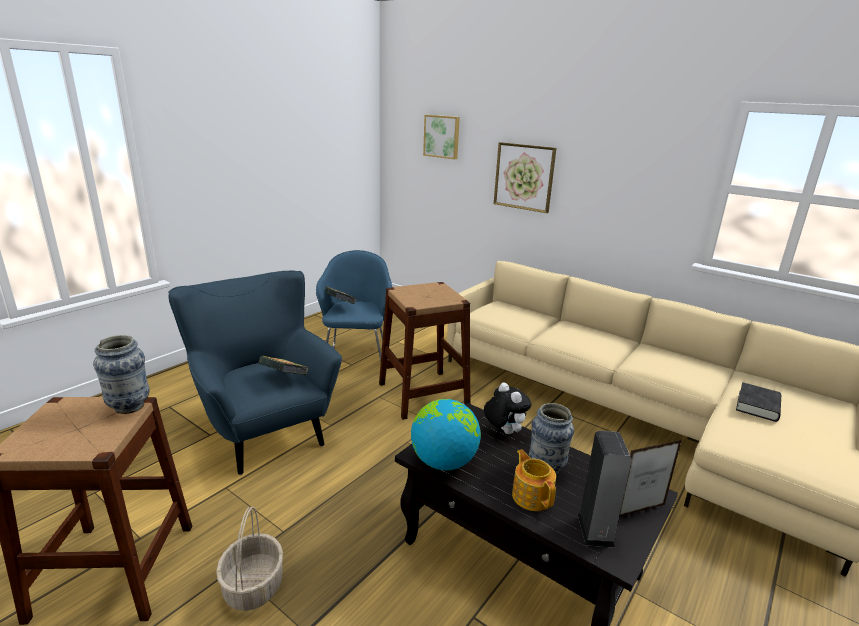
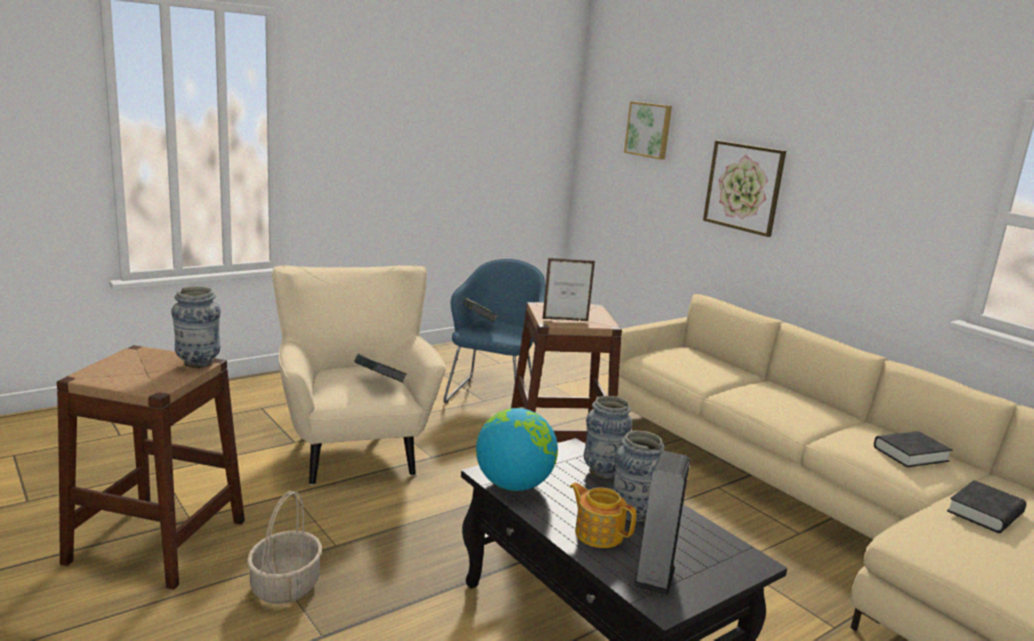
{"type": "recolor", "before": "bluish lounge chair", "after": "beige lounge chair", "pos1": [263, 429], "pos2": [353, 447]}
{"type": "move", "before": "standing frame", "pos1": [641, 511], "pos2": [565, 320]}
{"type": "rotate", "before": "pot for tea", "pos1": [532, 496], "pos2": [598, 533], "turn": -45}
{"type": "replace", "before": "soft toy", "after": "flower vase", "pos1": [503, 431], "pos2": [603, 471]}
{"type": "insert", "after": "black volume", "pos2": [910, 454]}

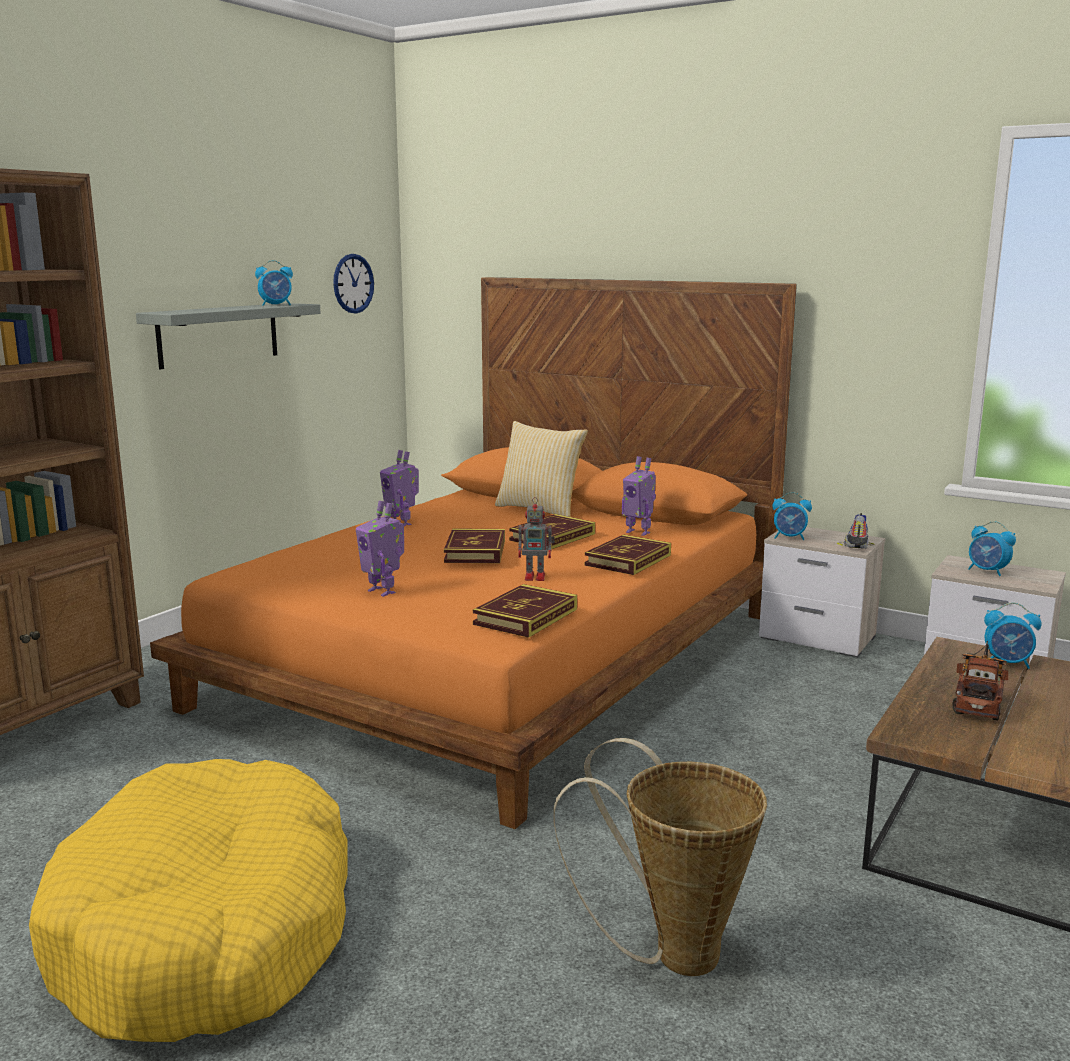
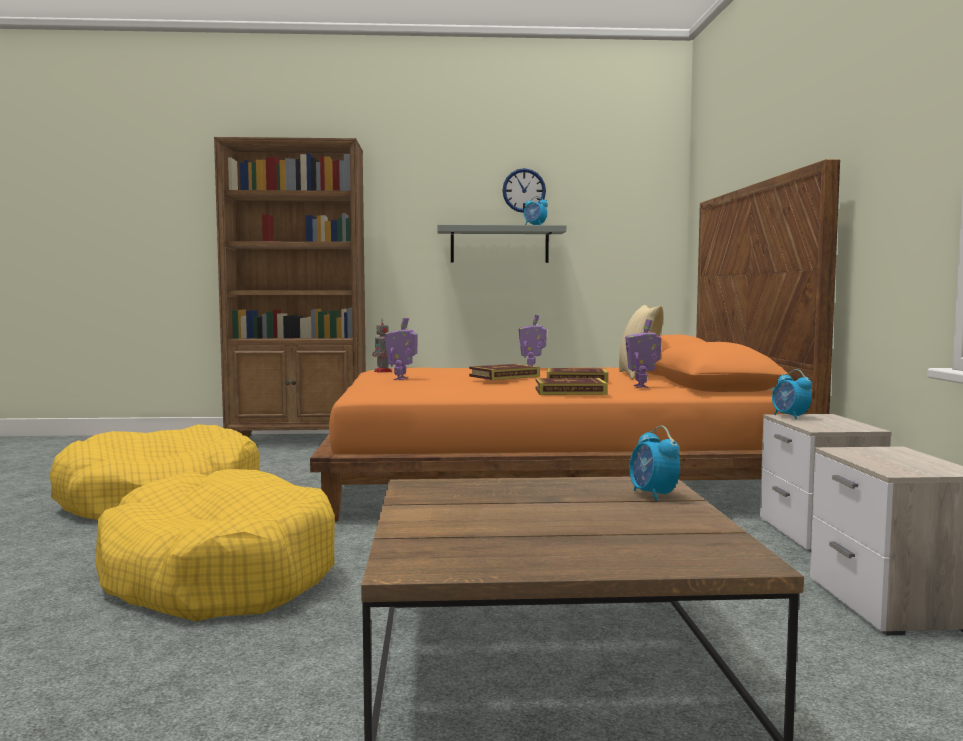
{"type": "replace", "before": "household basket", "after": "yellow dog bed", "pos1": [672, 952], "pos2": [218, 575]}
{"type": "move", "before": "toy robot", "pos1": [536, 577], "pos2": [383, 371]}
{"type": "move", "before": "clock on the wall", "pos1": [353, 283], "pos2": [524, 190]}
{"type": "delete", "before": "volume", "pos1": [526, 617]}
{"type": "delete", "before": "shoe", "pos1": [857, 543]}
{"type": "delete", "before": "toy truck", "pos1": [979, 701]}
{"type": "delete", "before": "table clock", "pos1": [987, 571]}

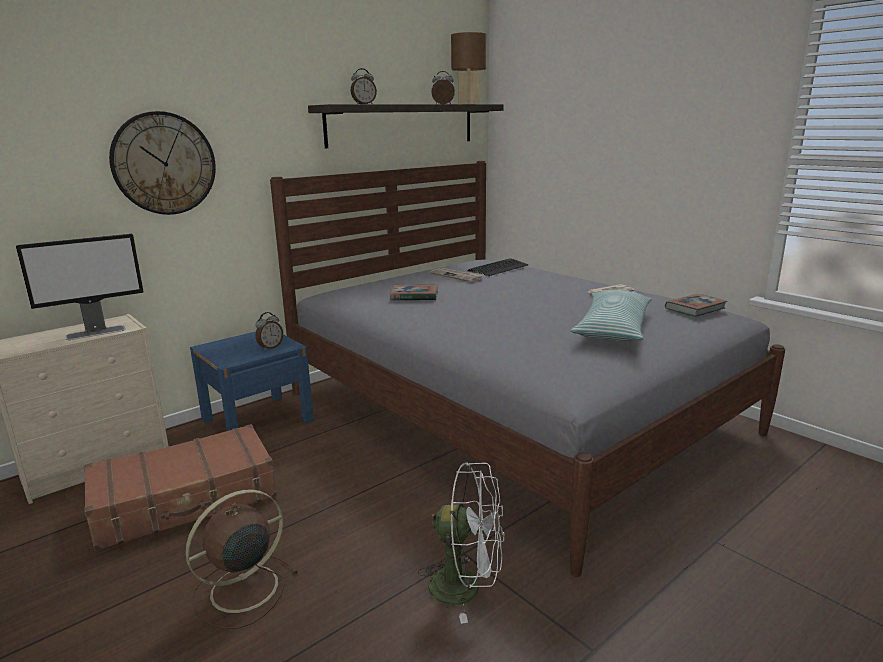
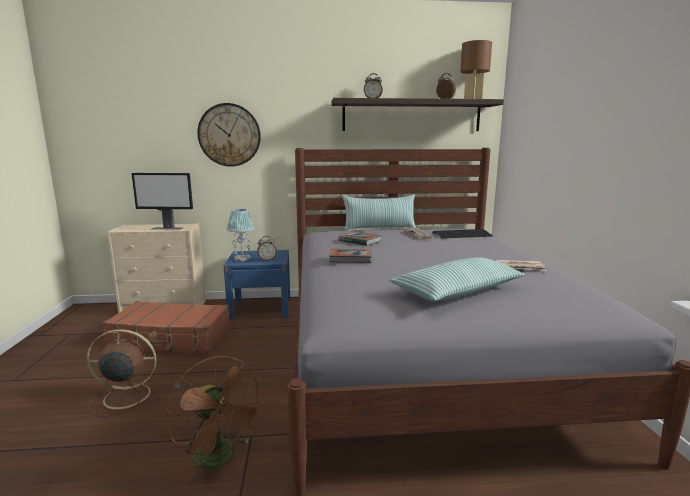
{"type": "recolor", "before": "whitish fan", "after": "brown fan", "pos1": [466, 587], "pos2": [221, 459]}
{"type": "insert", "after": "tabletop lamp", "pos2": [242, 259]}
{"type": "move", "before": "volume", "pos1": [695, 309], "pos2": [350, 259]}
{"type": "insert", "after": "cushion", "pos2": [379, 228]}

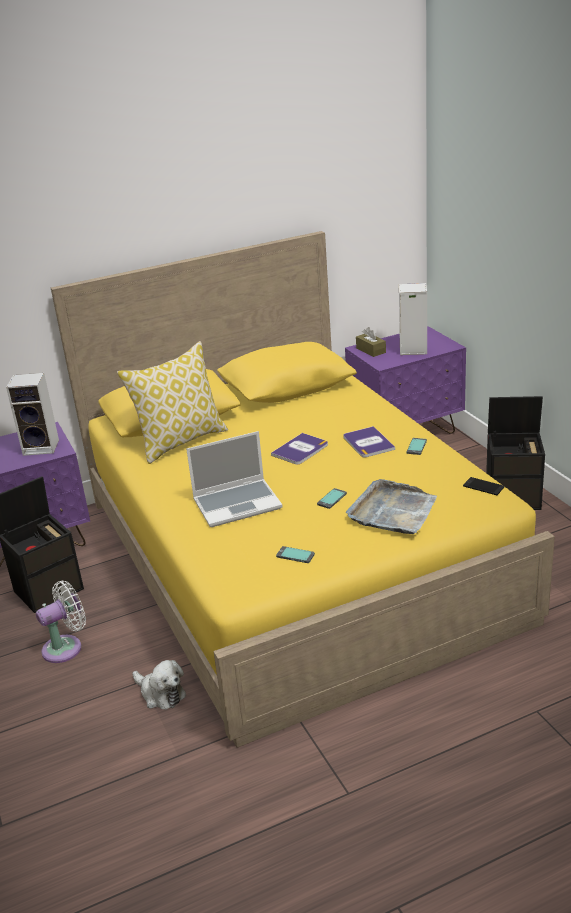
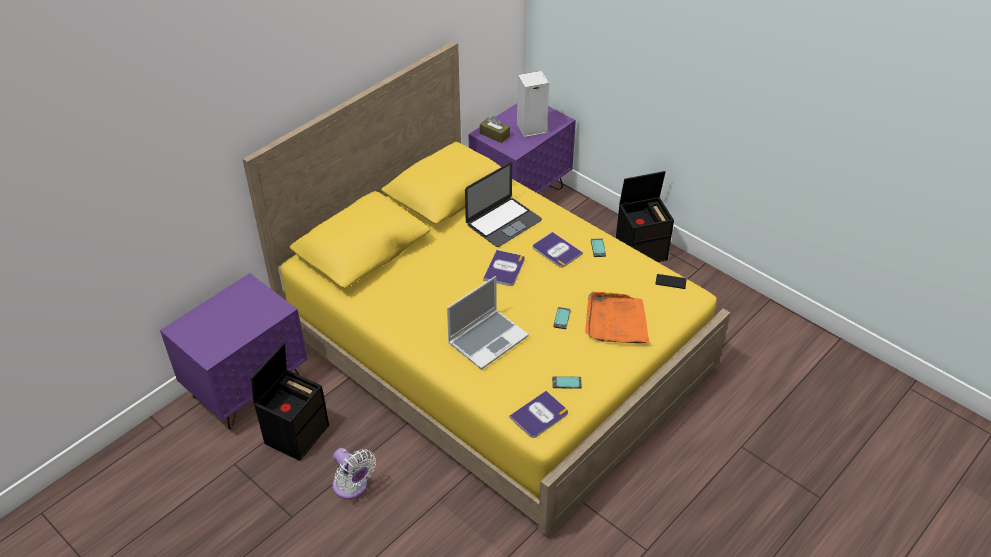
{"type": "rotate", "before": "whitish fan", "pos1": [66, 647], "pos2": [352, 487], "turn": 105}
{"type": "insert", "after": "portable computer", "pos2": [503, 222]}
{"type": "insert", "after": "volume", "pos2": [539, 415]}
{"type": "recolor", "before": "greyish tray", "after": "orangey tray", "pos1": [392, 511], "pos2": [616, 321]}
{"type": "delete", "before": "audio speaker", "pos1": [42, 447]}
{"type": "delete", "before": "cushion", "pos1": [181, 441]}
{"type": "delete", "before": "soft toy", "pos1": [160, 694]}

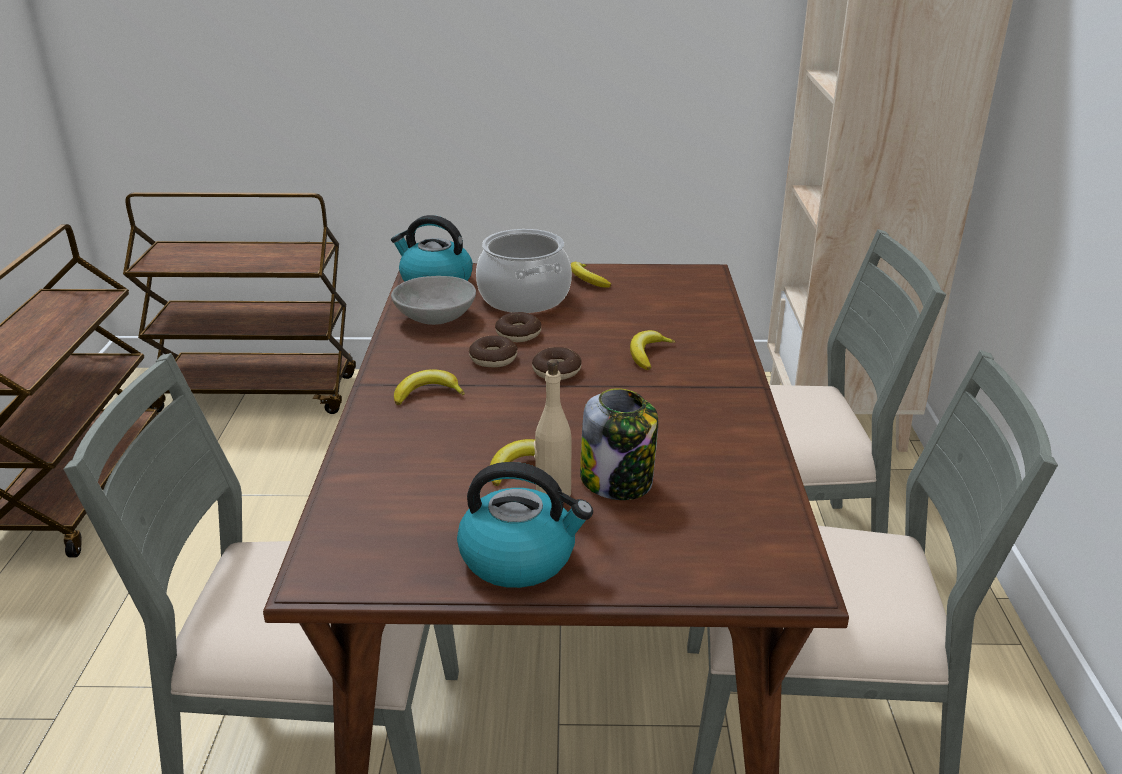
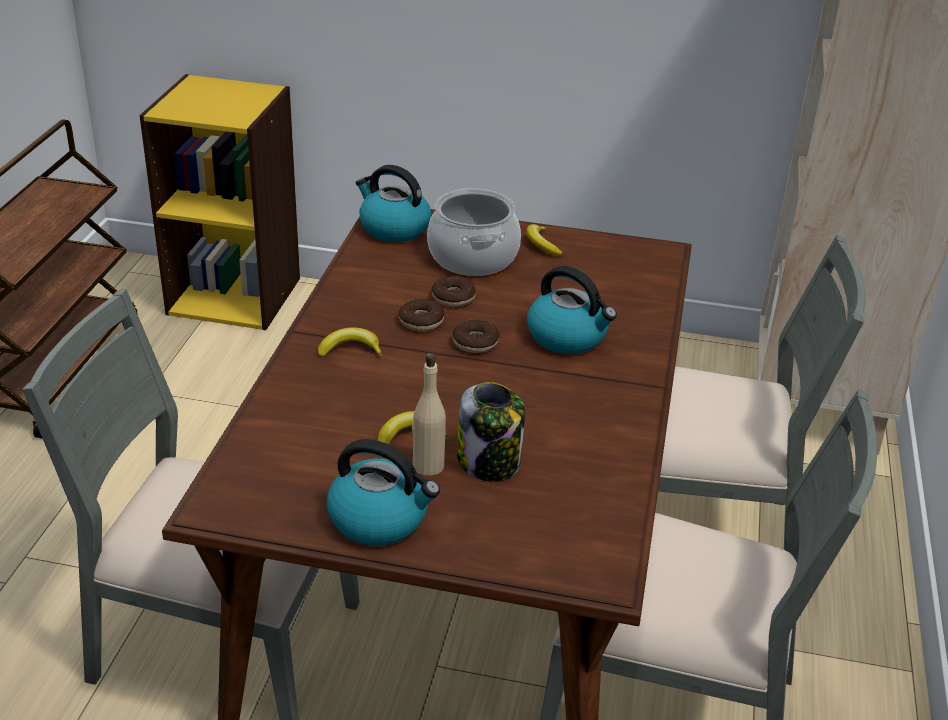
{"type": "replace", "before": "brown wheeled cart", "after": "yellow bookcase", "pos1": [259, 393], "pos2": [235, 295]}
{"type": "replace", "before": "banana fruit", "after": "tea kettle", "pos1": [648, 354], "pos2": [568, 337]}
{"type": "delete", "before": "greyish bowl", "pos1": [435, 318]}

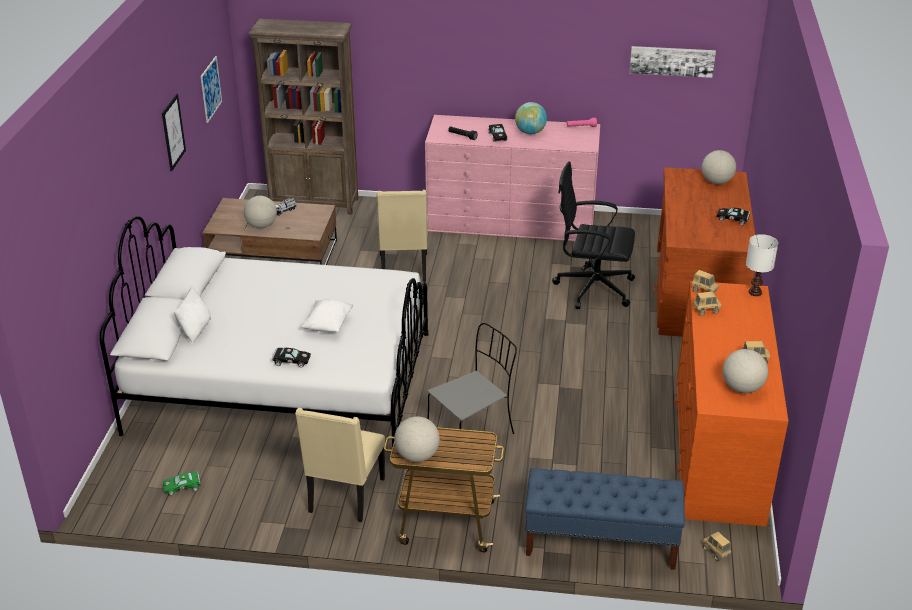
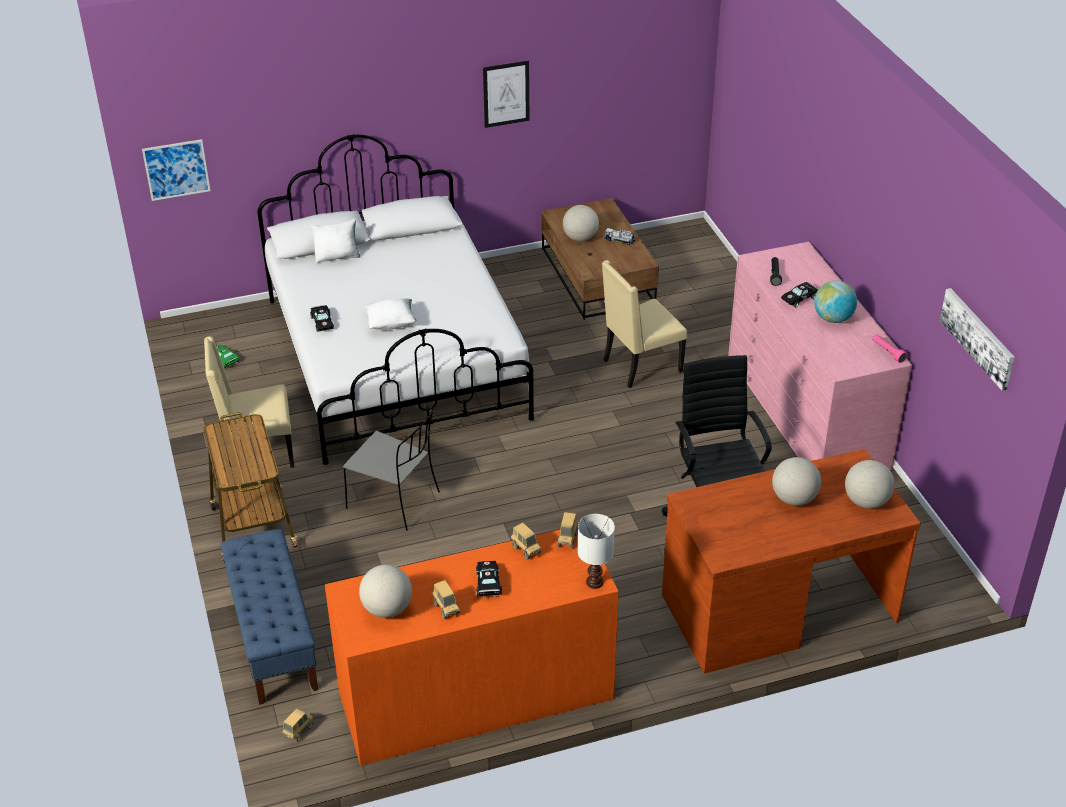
{"type": "move", "before": "wall picture", "pos1": [211, 89], "pos2": [176, 169]}
{"type": "move", "before": "black model car", "pos1": [734, 219], "pos2": [488, 584]}
{"type": "move", "before": "globe", "pos1": [417, 456], "pos2": [794, 499]}
{"type": "delete", "before": "brown bookcase", "pos1": [314, 203]}

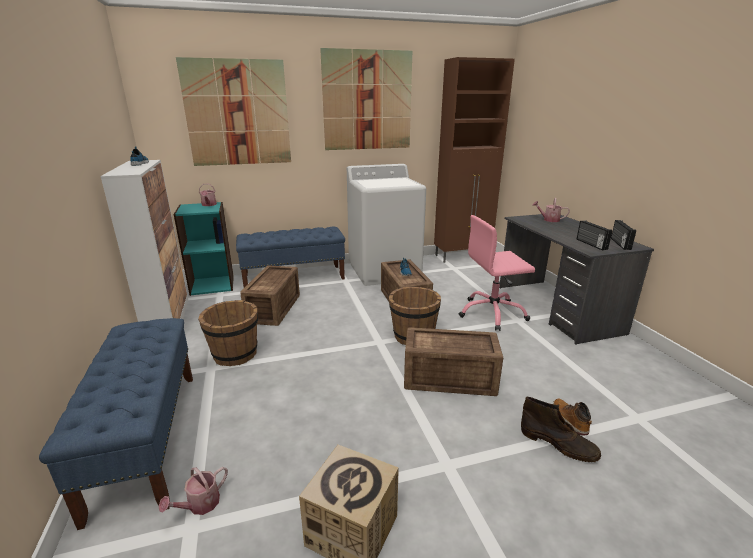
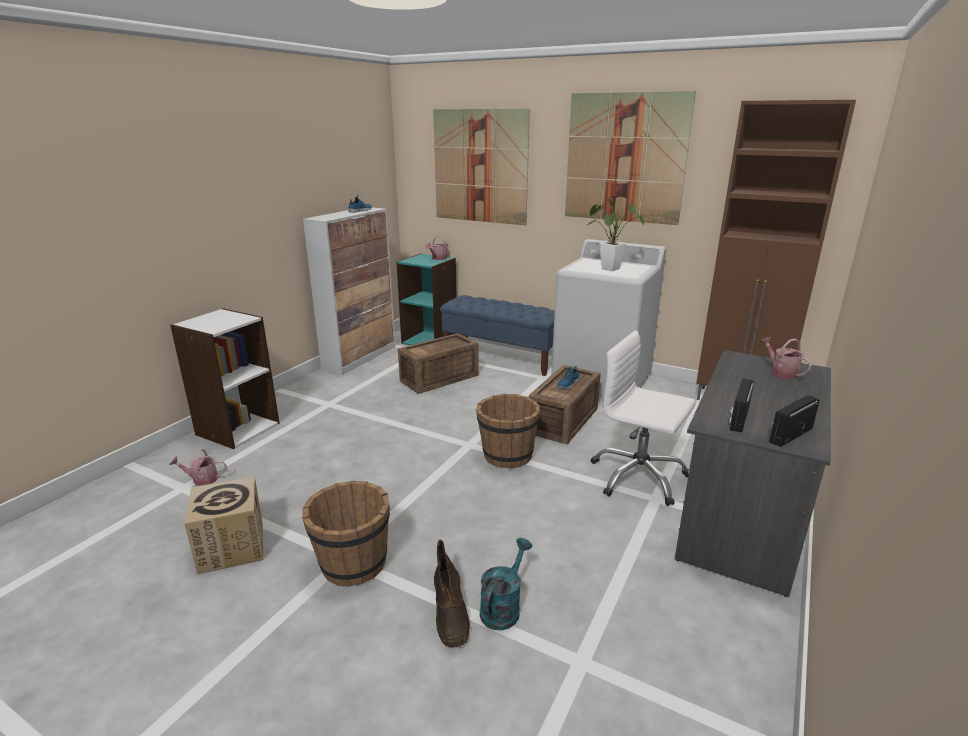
{"type": "replace", "before": "bluish indoor bench", "after": "whitish bookcase", "pos1": [147, 438], "pos2": [237, 429]}
{"type": "move", "before": "brown pail", "pos1": [235, 354], "pos2": [353, 564]}
{"type": "replace", "before": "high-top boot", "after": "turquoise watering can", "pos1": [569, 419], "pos2": [503, 607]}
{"type": "insert", "after": "houseplant", "pos2": [607, 268]}
{"type": "recolor", "before": "pinkish office chair", "after": "whitish office chair", "pos1": [492, 313], "pos2": [638, 477]}
{"type": "delete", "before": "shipping crate", "pos1": [450, 380]}

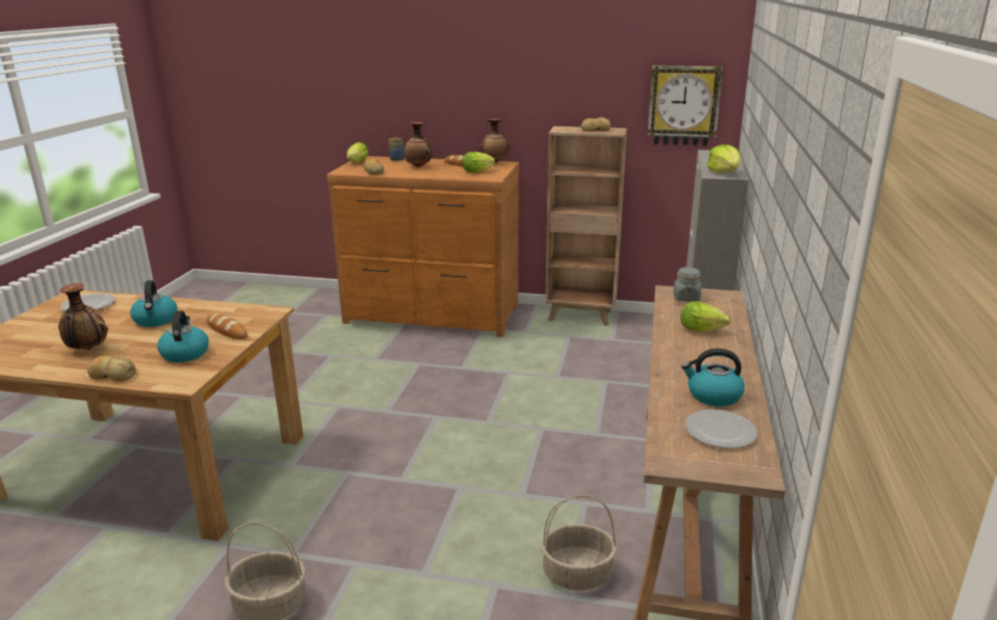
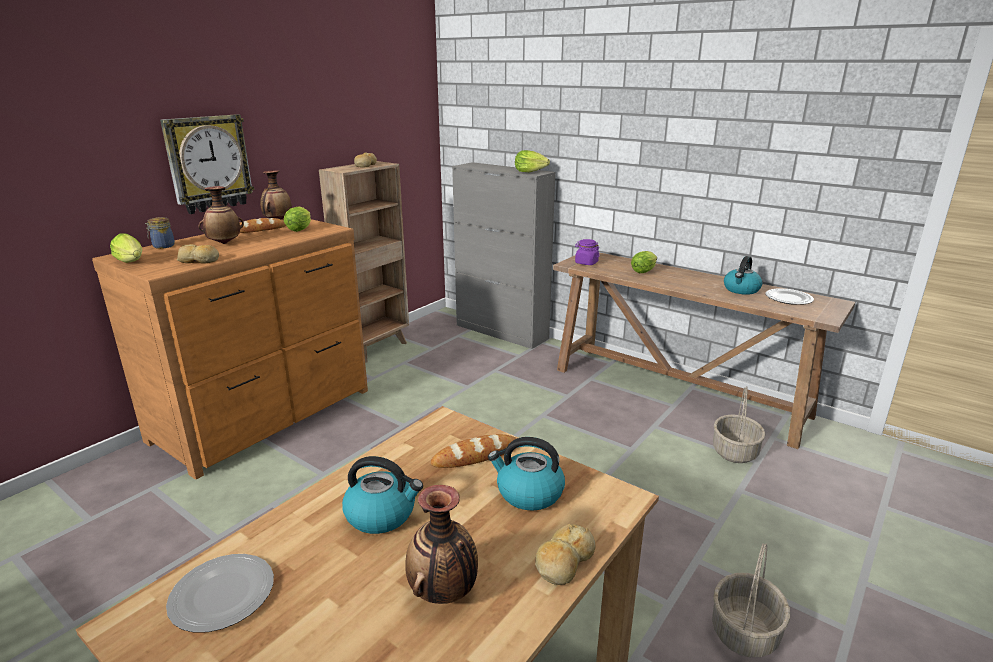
{"type": "move", "before": "clock on the wall", "pos1": [683, 105], "pos2": [208, 163]}
{"type": "recolor", "before": "greyish storage jar", "after": "purplish storage jar", "pos1": [686, 298], "pos2": [586, 263]}

